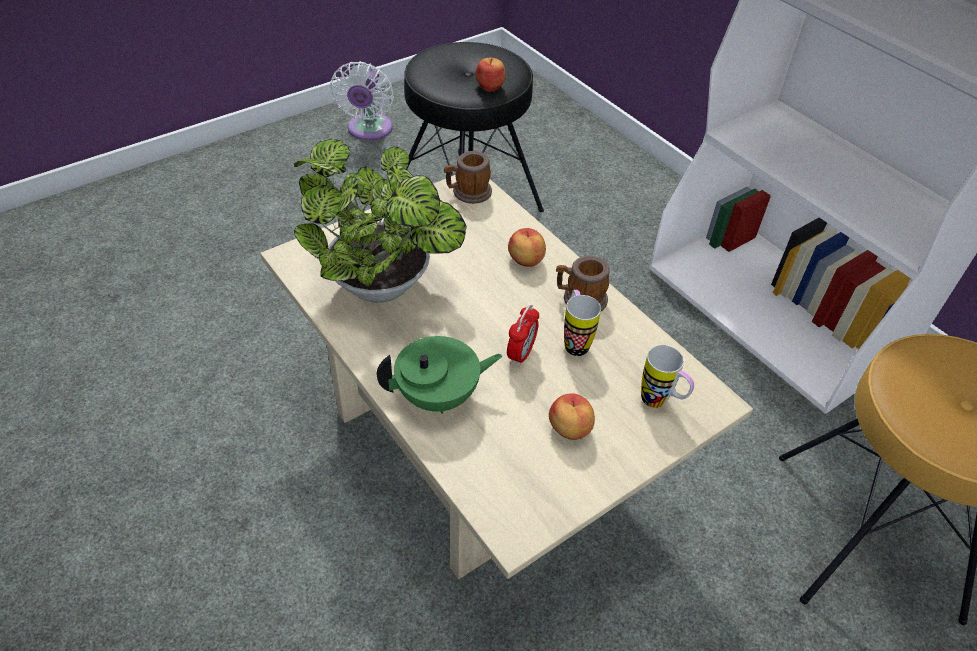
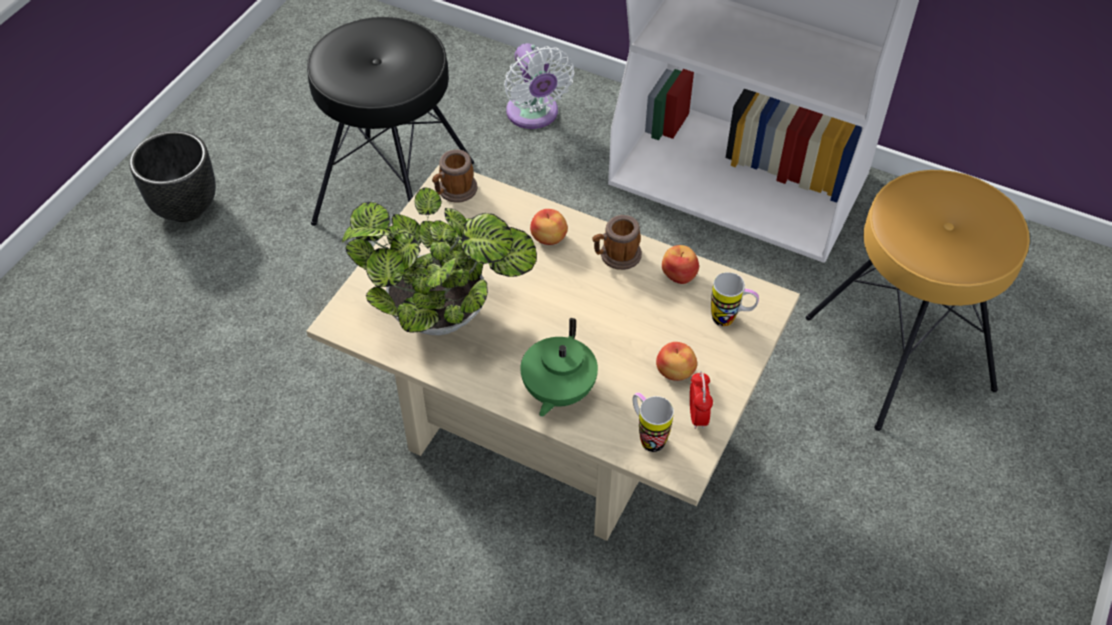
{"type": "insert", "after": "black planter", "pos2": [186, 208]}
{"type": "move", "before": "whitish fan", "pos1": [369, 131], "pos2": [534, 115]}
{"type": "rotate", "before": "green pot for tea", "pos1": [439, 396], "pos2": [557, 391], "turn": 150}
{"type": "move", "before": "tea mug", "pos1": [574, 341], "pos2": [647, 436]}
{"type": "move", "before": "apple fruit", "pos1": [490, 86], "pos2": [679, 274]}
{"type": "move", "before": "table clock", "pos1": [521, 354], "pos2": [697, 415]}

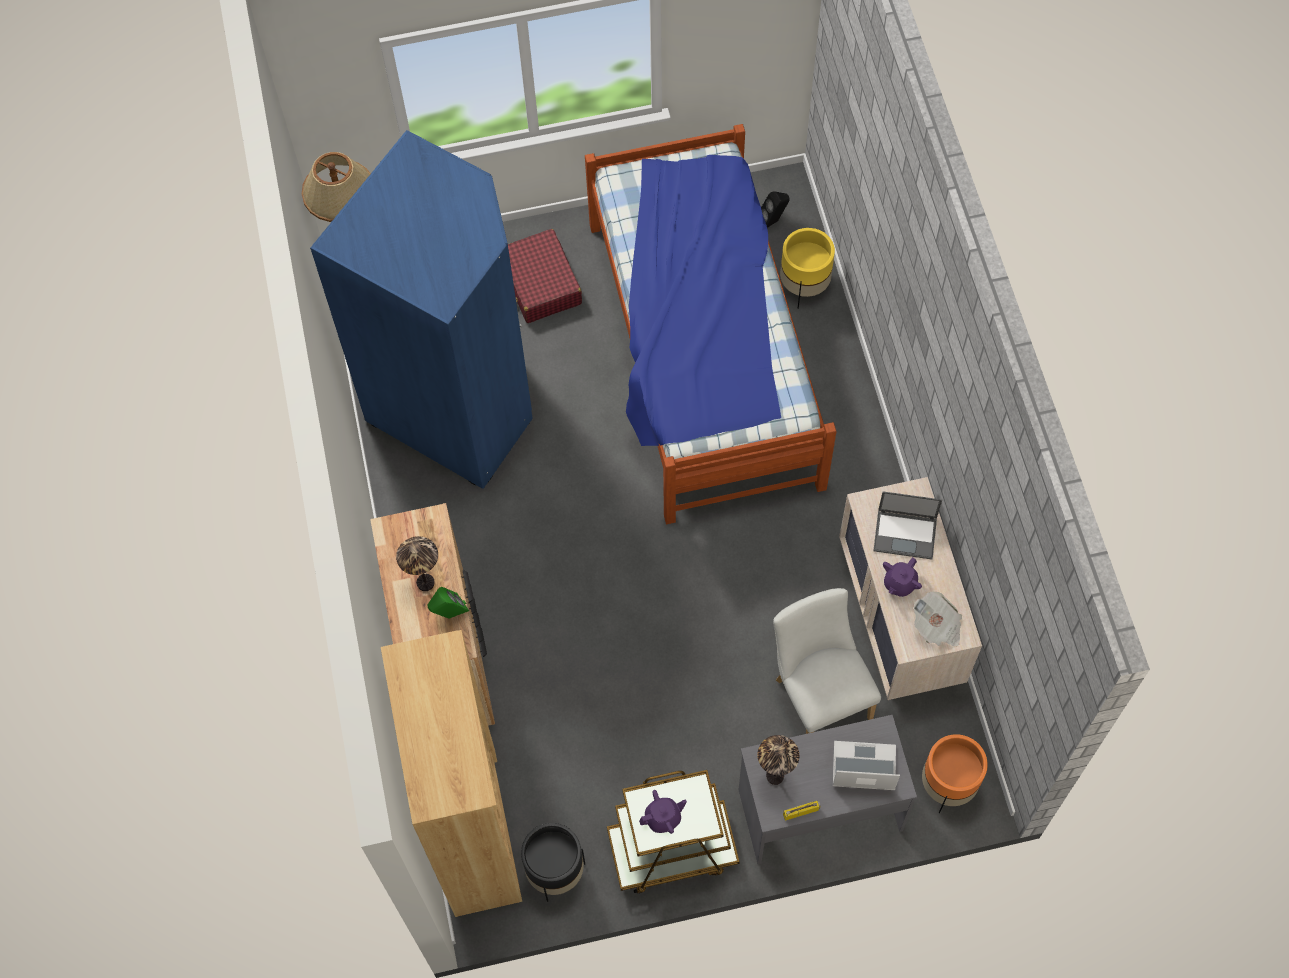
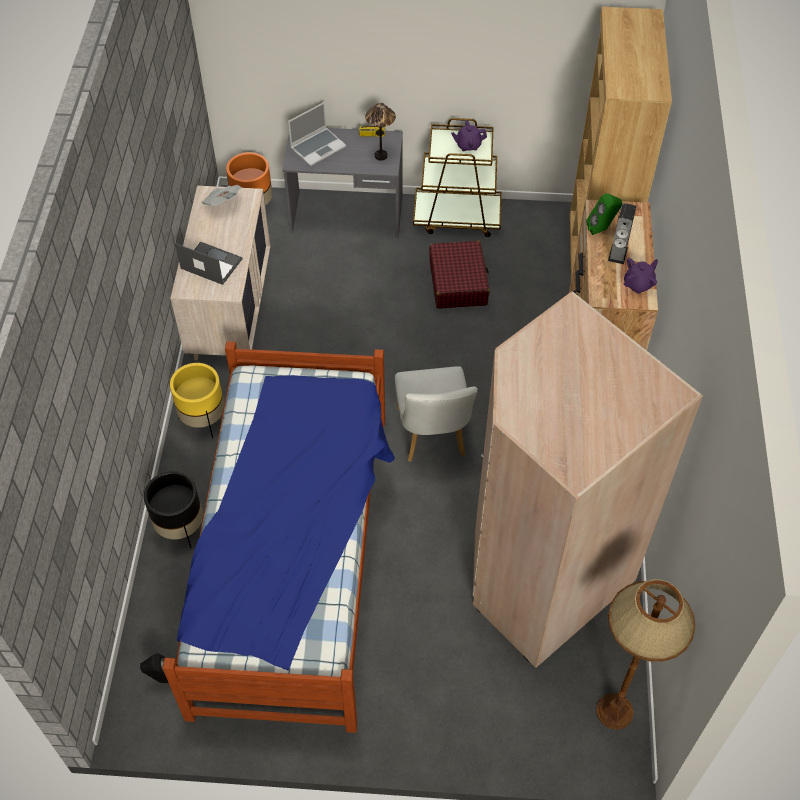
{"type": "move", "before": "black planter", "pos1": [555, 872], "pos2": [180, 527]}
{"type": "move", "before": "yellow planter", "pos1": [804, 286], "pos2": [203, 419]}
{"type": "rotate", "before": "portable computer", "pos1": [863, 767], "pos2": [318, 147], "turn": -60}
{"type": "move", "before": "whitish upright chair", "pos1": [819, 693], "pos2": [432, 437]}
{"type": "move", "before": "red travel case", "pos1": [540, 284], "pos2": [458, 282]}
{"type": "recolor", "before": "bluish wardrobe", "after": "beige wardrobe", "pos1": [458, 402], "pos2": [541, 575]}
{"type": "replace", "before": "tabletop lamp", "after": "audio speaker", "pos1": [425, 583], "pos2": [617, 254]}
{"type": "move", "before": "purplish pot for tea", "pos1": [899, 583], "pos2": [638, 284]}

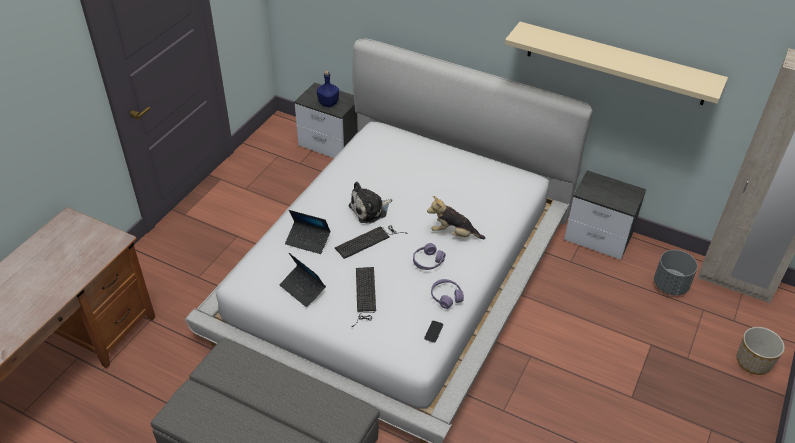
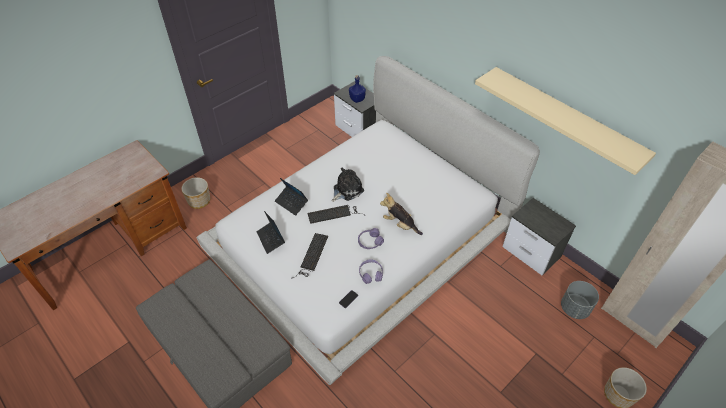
{"type": "insert", "after": "planter", "pos2": [199, 201]}
{"type": "rotate", "before": "soft toy", "pos1": [370, 210], "pos2": [346, 190], "turn": 150}

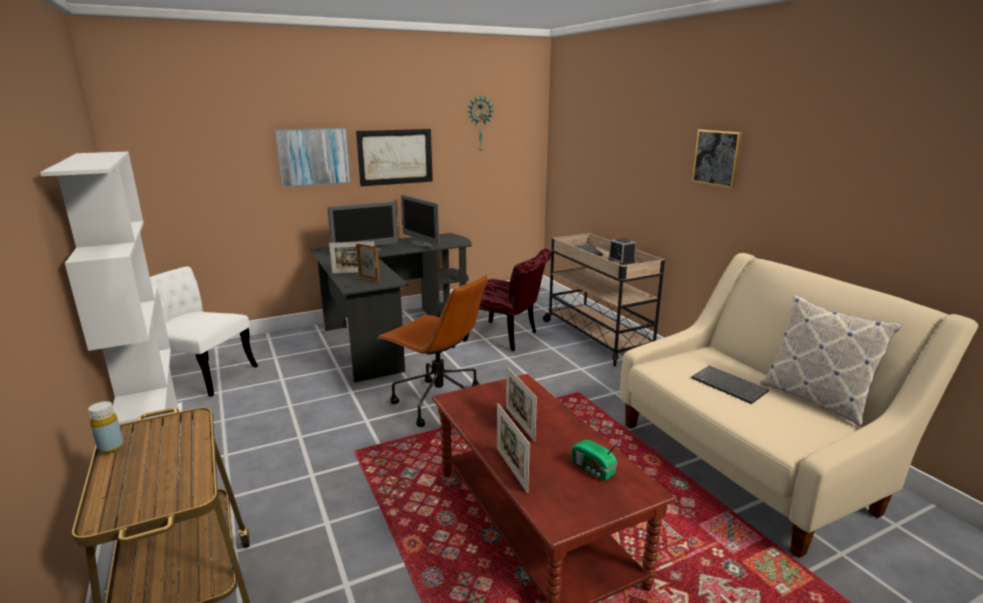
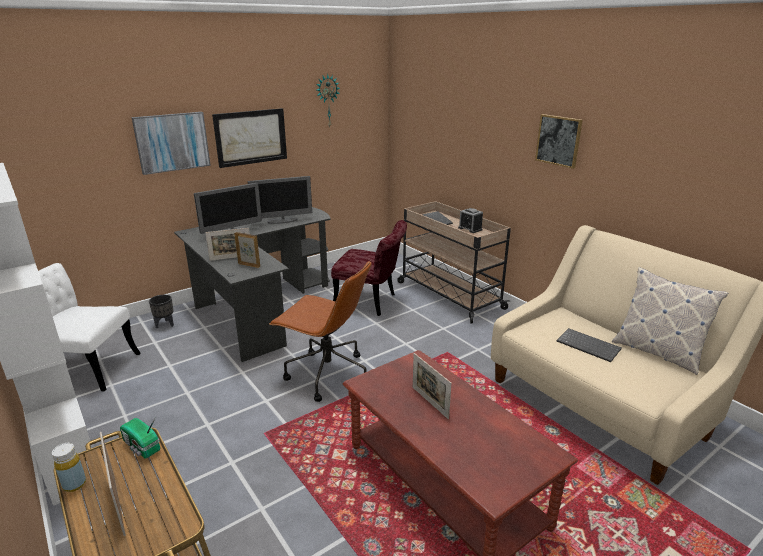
{"type": "move", "before": "standing frame", "pos1": [511, 469], "pos2": [118, 504]}
{"type": "move", "before": "radio", "pos1": [593, 469], "pos2": [141, 447]}
{"type": "insert", "after": "black planter", "pos2": [165, 324]}
{"type": "rotate", "before": "computer display", "pos1": [421, 244], "pos2": [282, 221], "turn": -60}

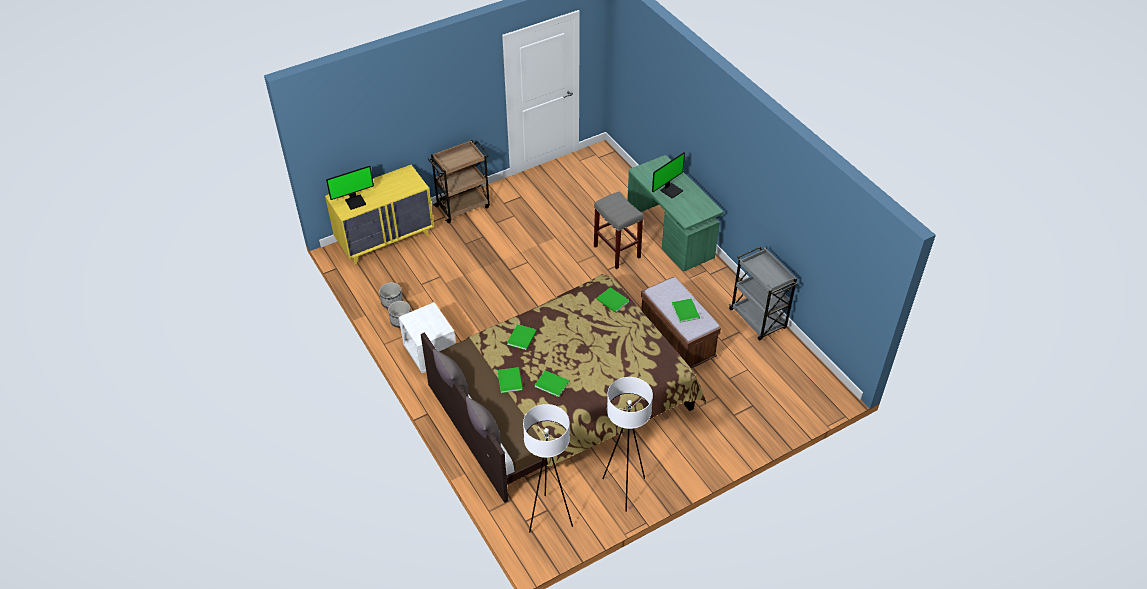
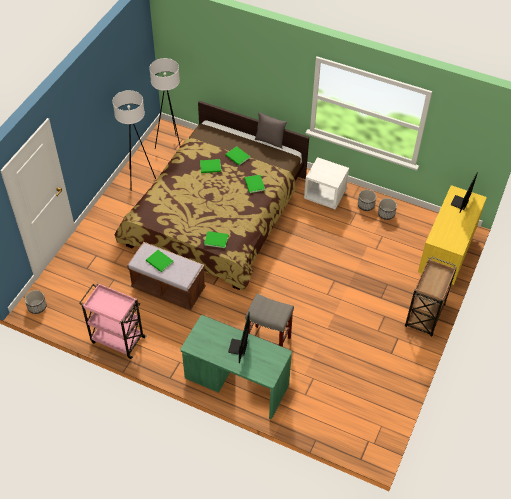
{"type": "insert", "after": "planter", "pos2": [37, 306]}
{"type": "recolor", "before": "greyish wheeled cart", "after": "pinkish wheeled cart", "pos1": [758, 320], "pos2": [117, 339]}
{"type": "delete", "before": "greyish cushion", "pos1": [485, 435]}

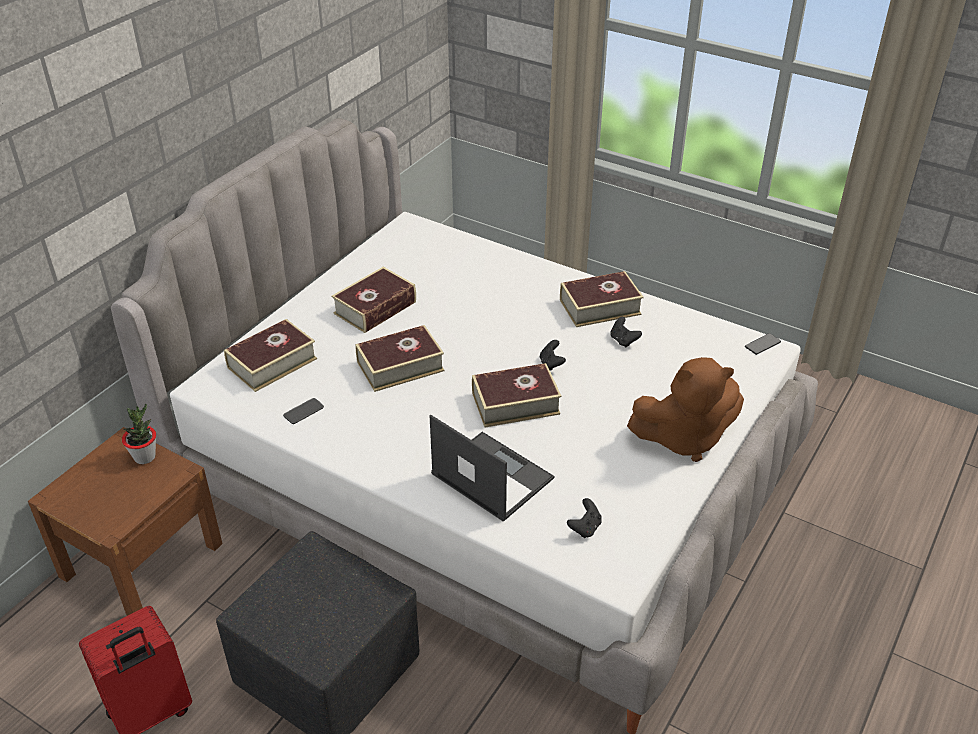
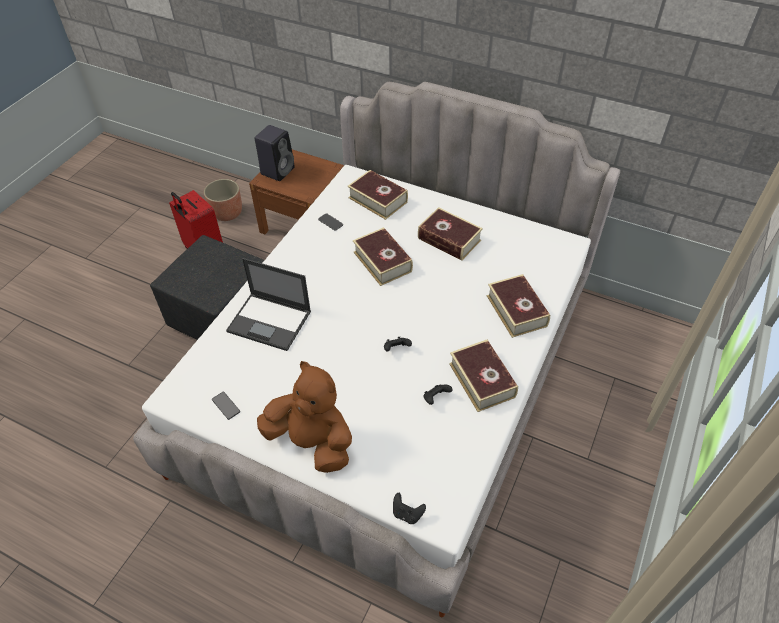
{"type": "insert", "after": "planter", "pos2": [227, 213]}
{"type": "move", "before": "phone", "pos1": [762, 344], "pos2": [226, 406]}
{"type": "rotate", "before": "portable computer", "pos1": [490, 476], "pos2": [270, 321], "turn": 75}
{"type": "insert", "after": "black audio speaker", "pos2": [278, 170]}
{"type": "rotate", "before": "brown soft toy", "pos1": [684, 438], "pos2": [312, 442], "turn": 135}
{"type": "move", "before": "black gamepad", "pos1": [585, 528], "pos2": [407, 514]}
{"type": "move", "before": "volume", "pos1": [515, 403], "pos2": [516, 311]}
{"type": "delete", "before": "houseplant", "pos1": [145, 457]}

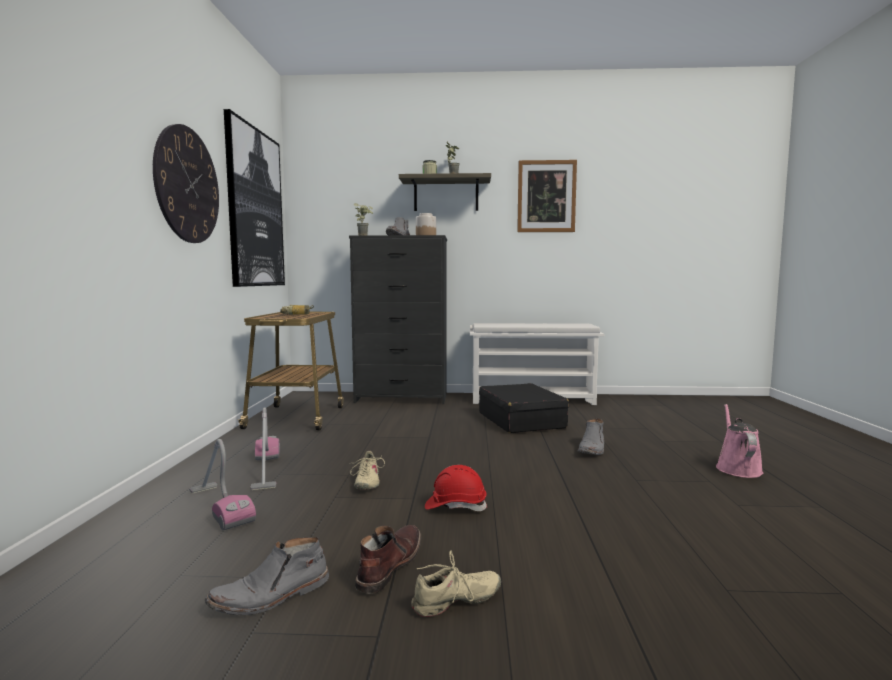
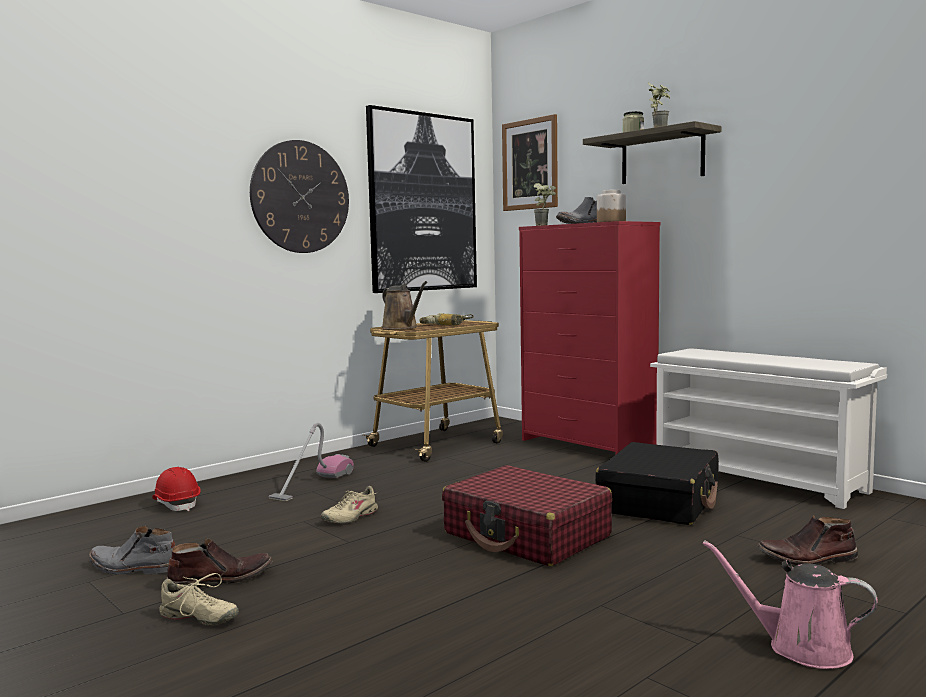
{"type": "move", "before": "red hard hat", "pos1": [455, 506], "pos2": [177, 504]}
{"type": "insert", "after": "brown watering can", "pos2": [402, 327]}
{"type": "insert", "after": "red travel case", "pos2": [527, 535]}
{"type": "move", "before": "wall picture", "pos1": [546, 196], "pos2": [530, 164]}
{"type": "recolor", "before": "black chest of drawers", "after": "red chest of drawers", "pos1": [402, 398], "pos2": [588, 444]}
{"type": "rotate", "before": "pinkish watering can", "pos1": [737, 468], "pos2": [800, 648], "turn": -120}
{"type": "insert", "after": "brown high-top boot", "pos2": [807, 559]}
{"type": "delete", "before": "hoover", "pos1": [220, 506]}
{"type": "delete", "before": "greyish high-top boot", "pos1": [592, 449]}

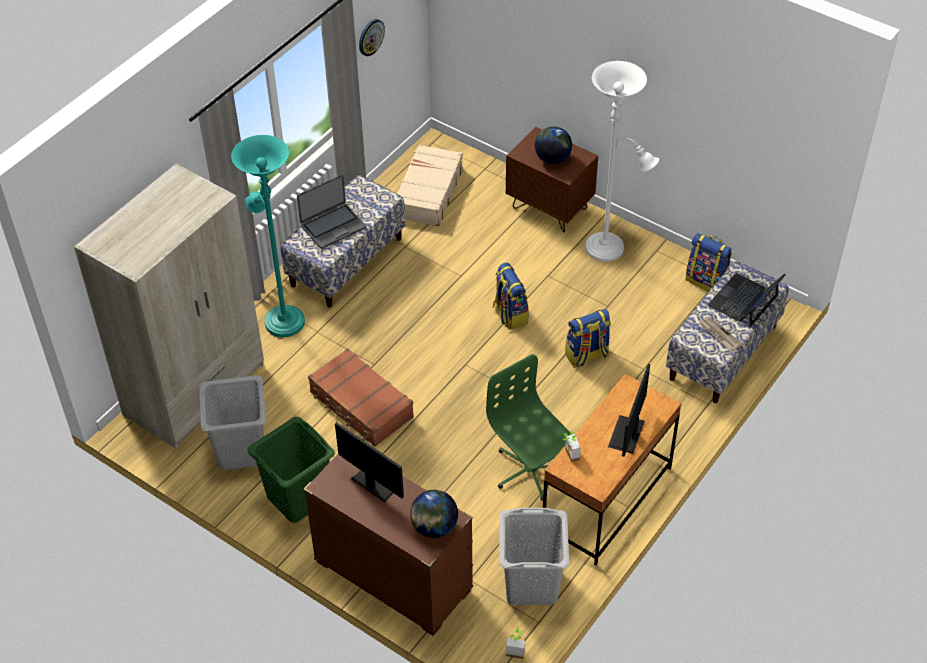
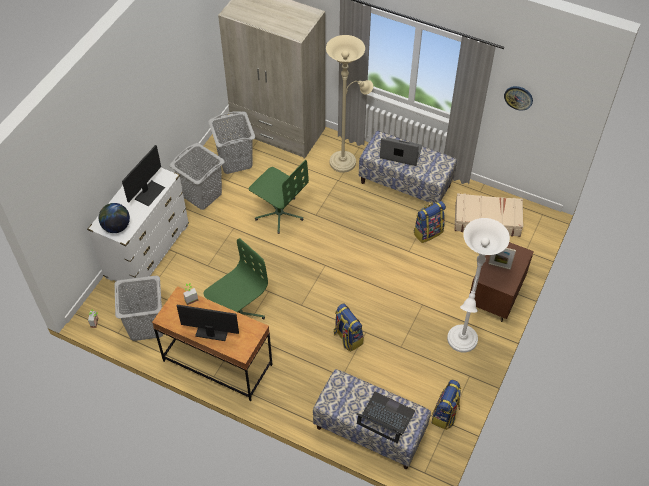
{"type": "recolor", "before": "brown chest of drawers", "after": "whitish chest of drawers", "pos1": [393, 576], "pos2": [147, 251]}
{"type": "recolor", "before": "green washing basket", "after": "greyish washing basket", "pos1": [297, 497], "pos2": [202, 194]}
{"type": "replace", "before": "brown travel case", "after": "green office chair", "pos1": [361, 405], "pos2": [279, 213]}
{"type": "recolor", "before": "turquoise floor lamp", "after": "beige floor lamp", "pos1": [282, 318], "pos2": [345, 160]}
{"type": "rotate", "before": "portable computer", "pos1": [332, 226], "pos2": [400, 153], "turn": 150}
{"type": "move", "before": "backpack", "pos1": [509, 314], "pos2": [428, 232]}
{"type": "replace", "before": "globe", "after": "standing frame", "pos1": [552, 158], "pos2": [499, 266]}
{"type": "delete", "before": "daily paper", "pos1": [719, 334]}

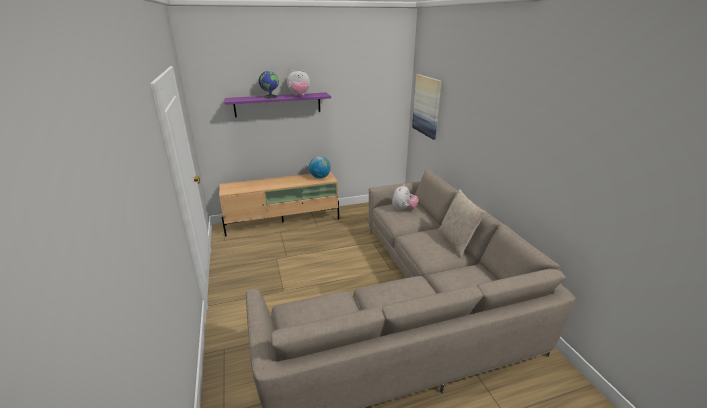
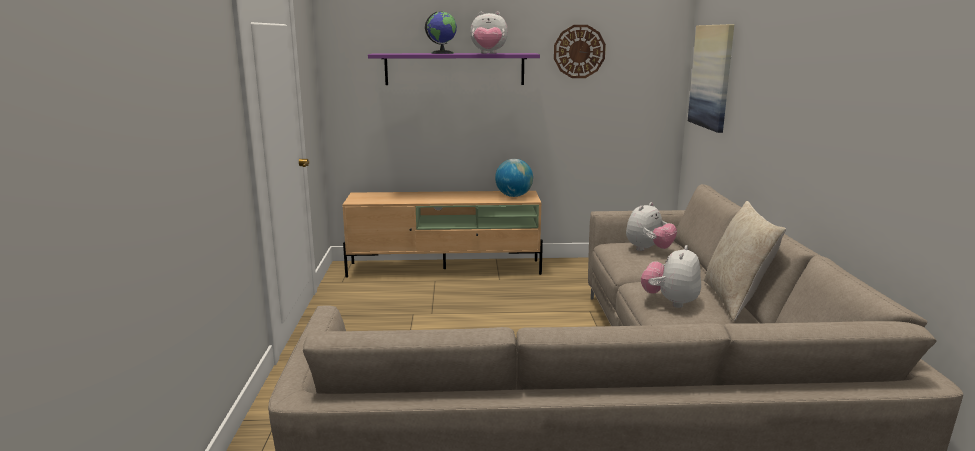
{"type": "insert", "after": "clock on the wall", "pos2": [579, 51]}
{"type": "insert", "after": "soft toy", "pos2": [670, 302]}

